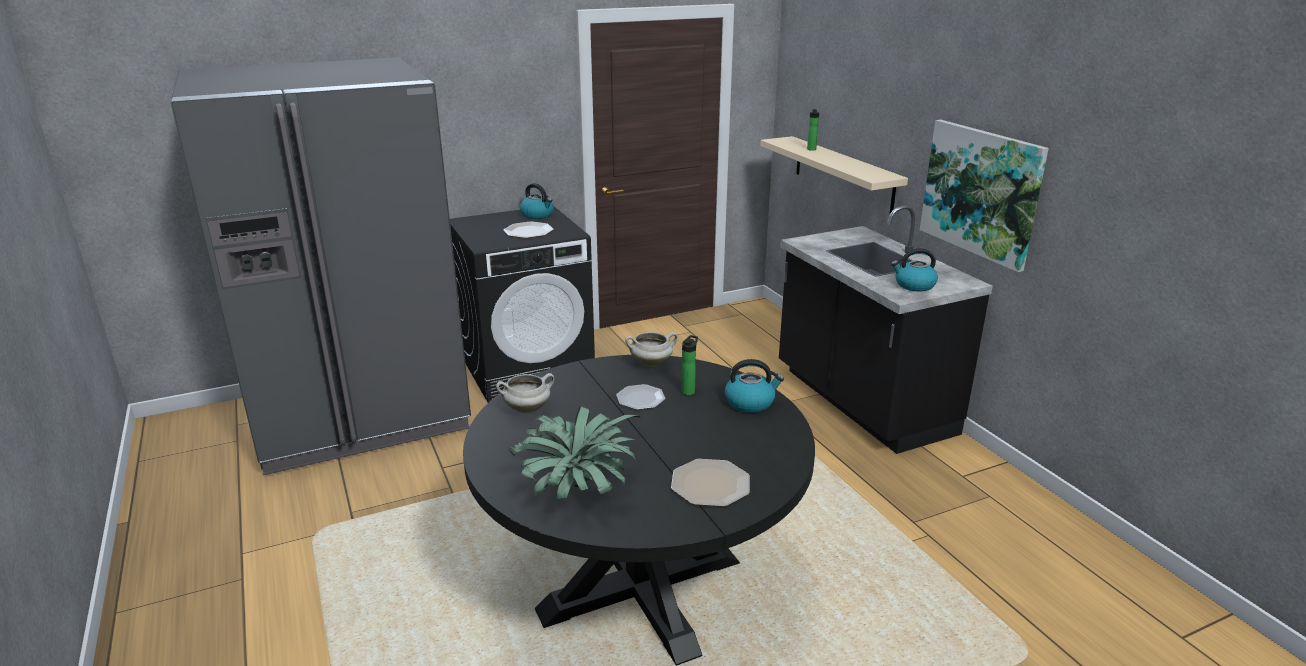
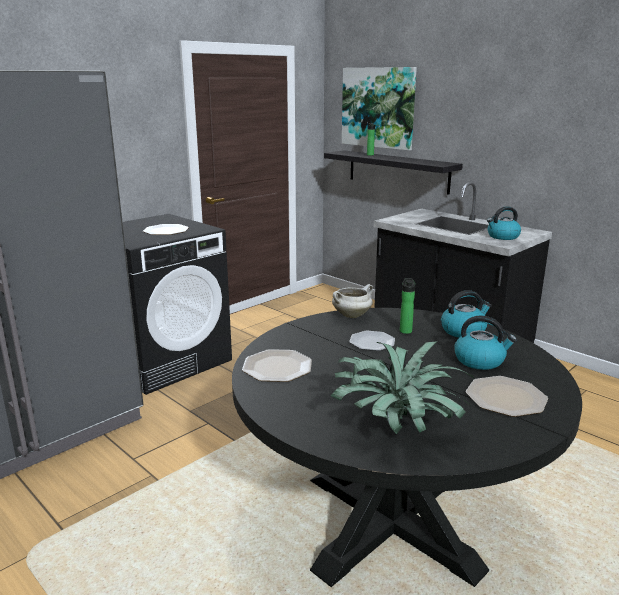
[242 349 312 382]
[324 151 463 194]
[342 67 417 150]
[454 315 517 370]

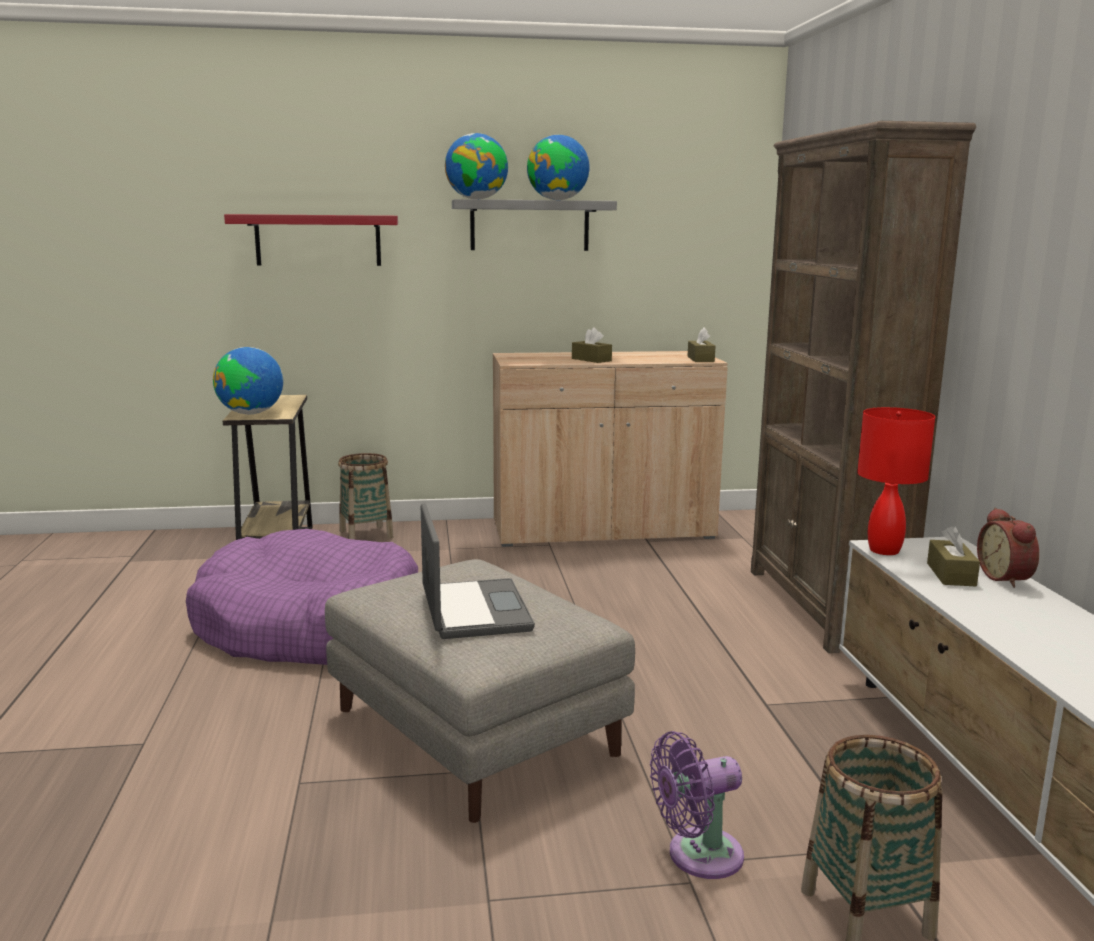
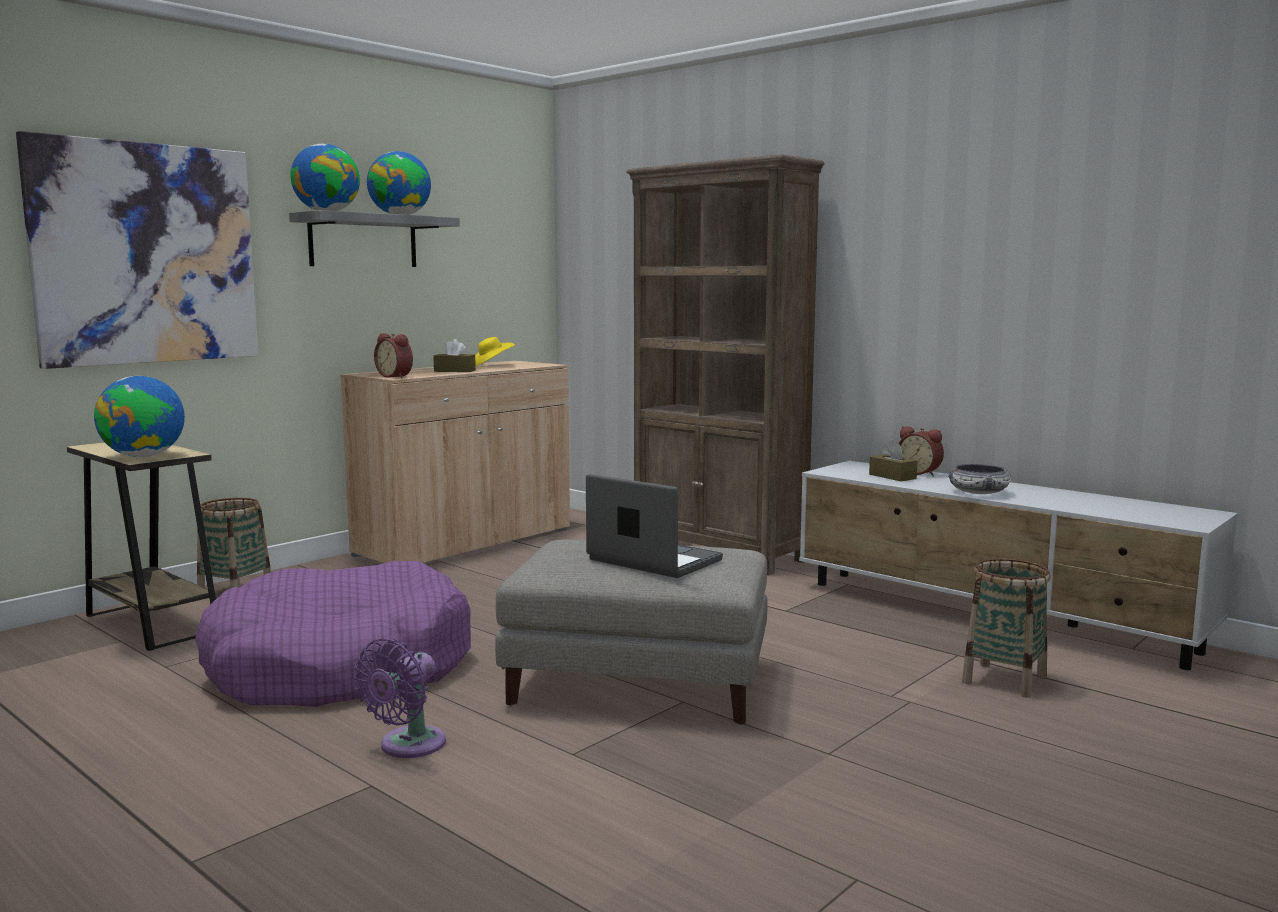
[16 131 259 369]
[354 639 446 758]
[374 333 413 378]
[475 337 515 366]
[948 464 1011 494]
[688 328 715 362] (first image)
[857 407 935 555] (first image)

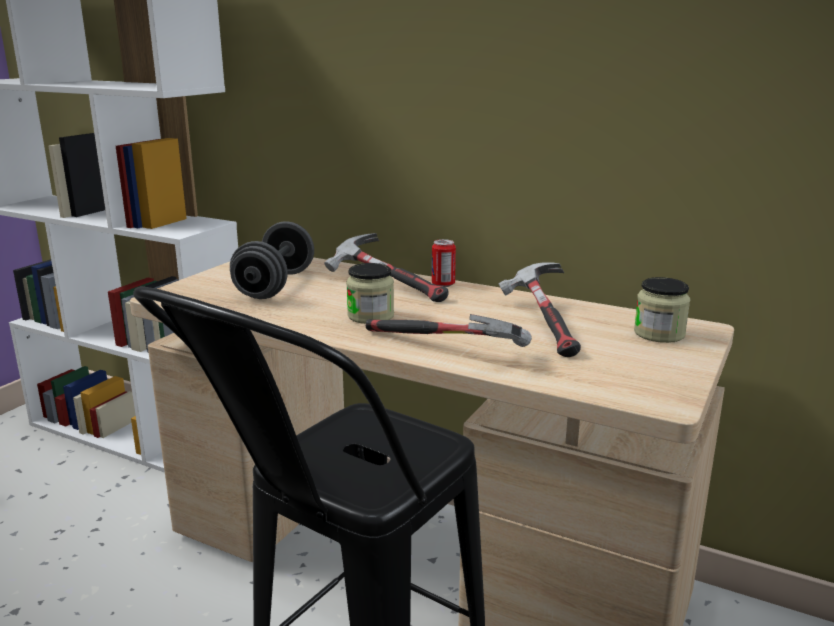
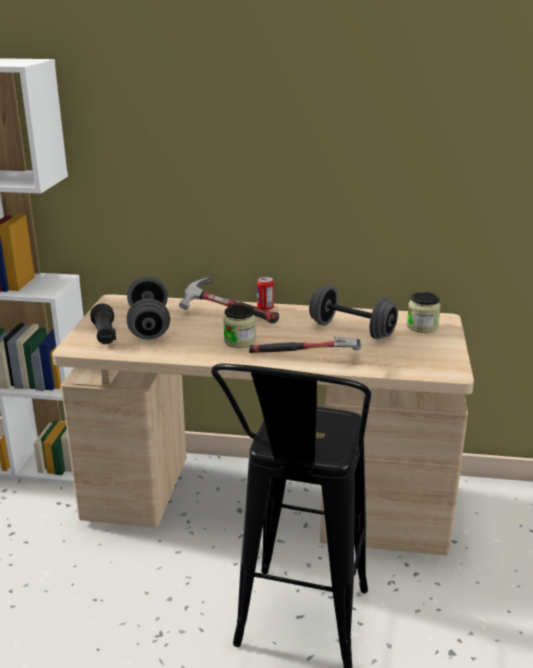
[90 304 116 344]
[309 285 398 339]

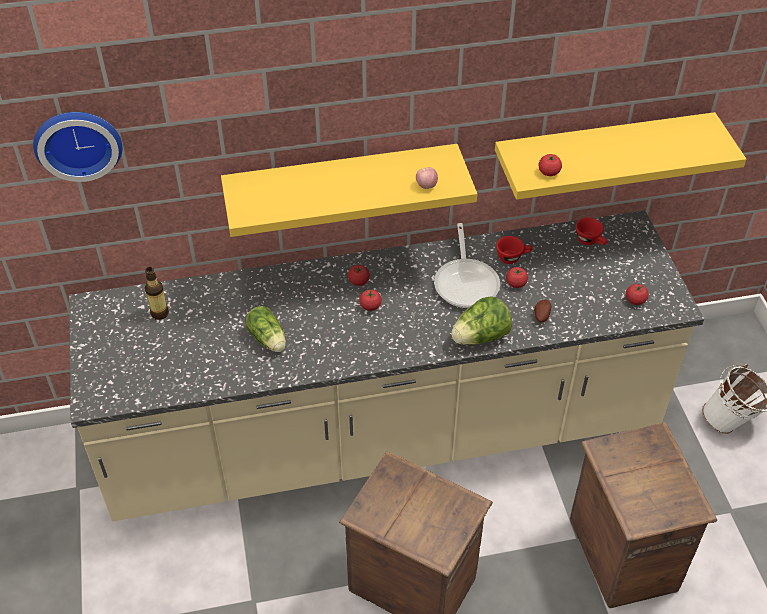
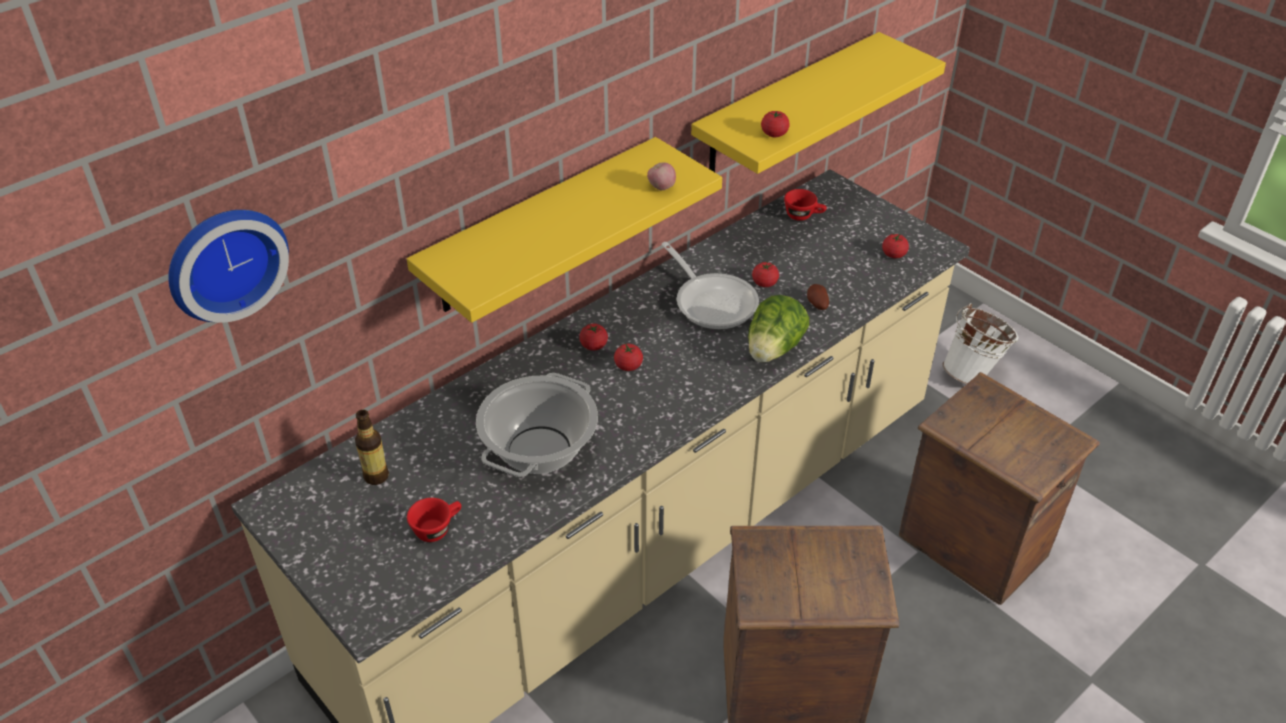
[407 498 461 542]
[476 373 598 477]

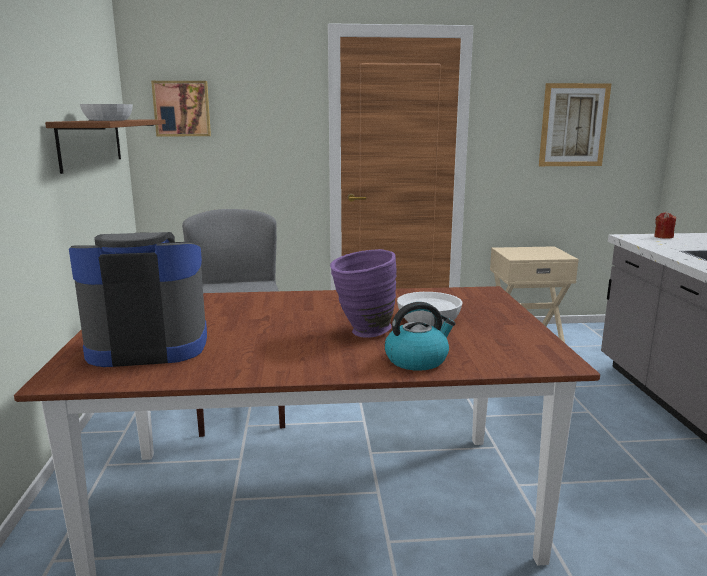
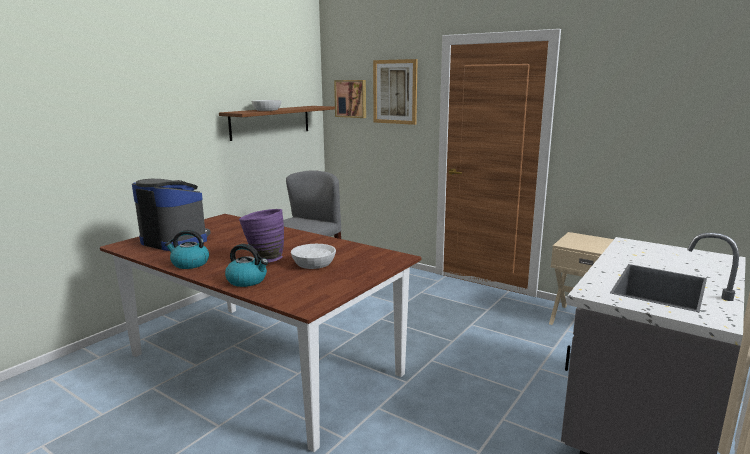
[165 230 209 269]
[373 59 418 125]
[654 212 676 239] (first image)

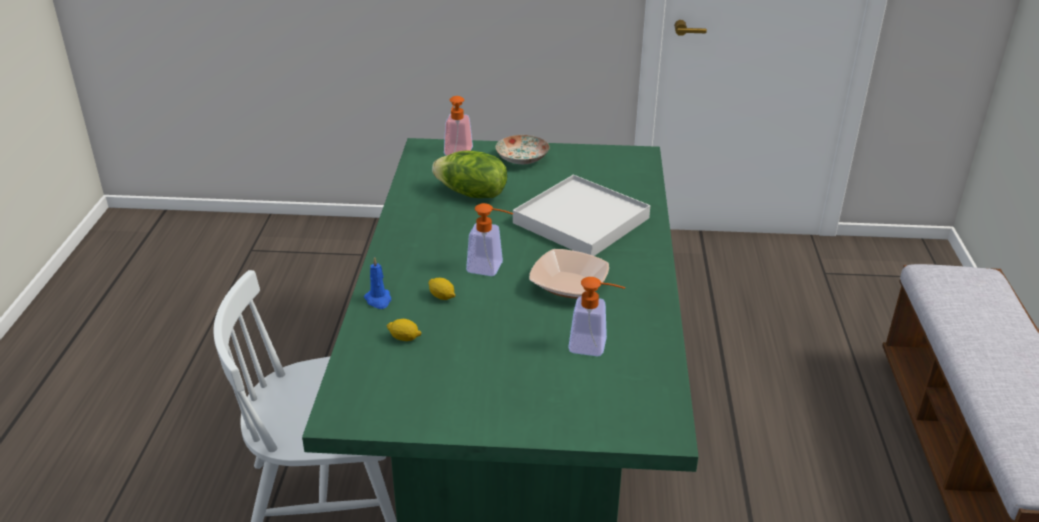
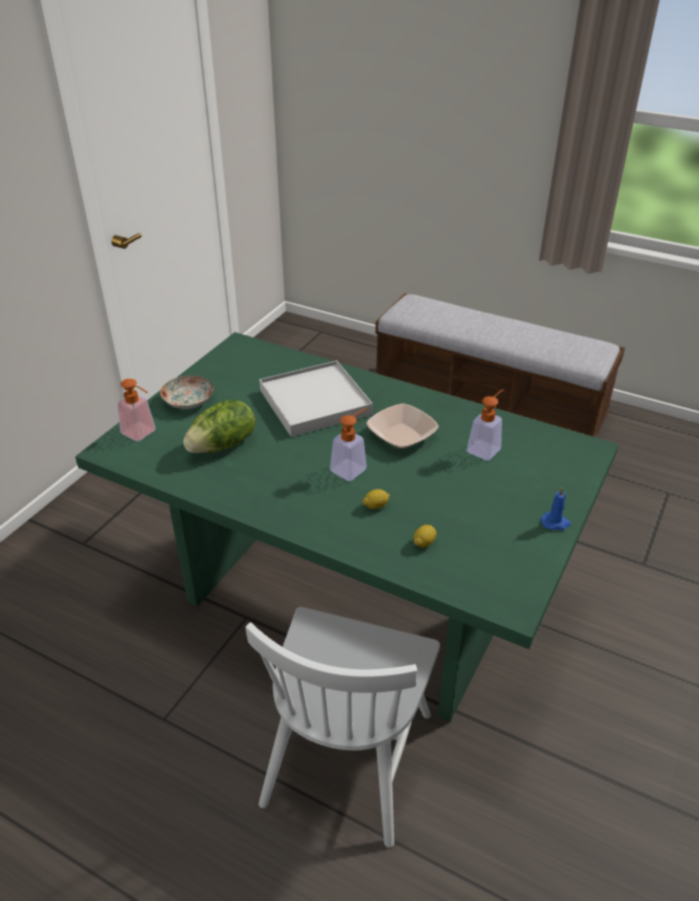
[541 487 571 530]

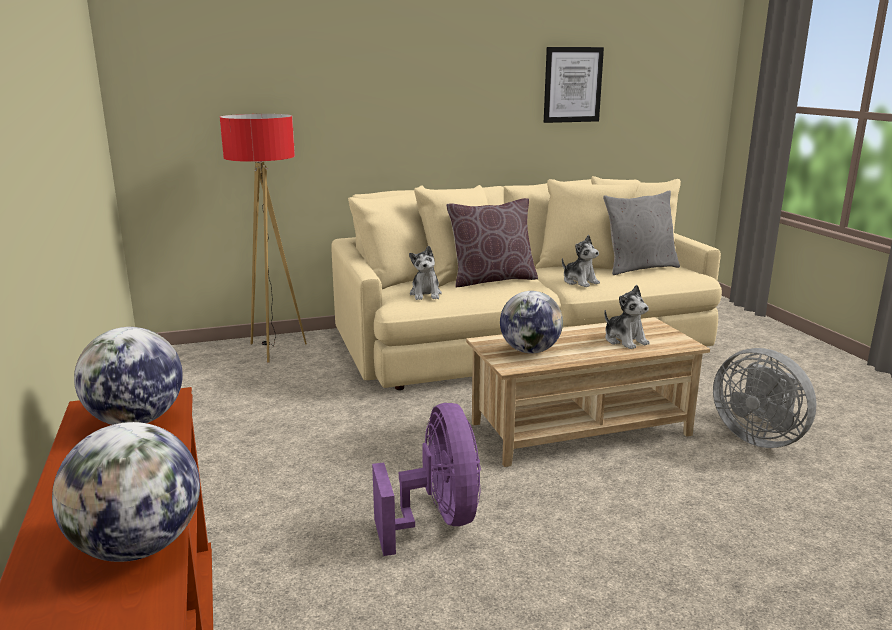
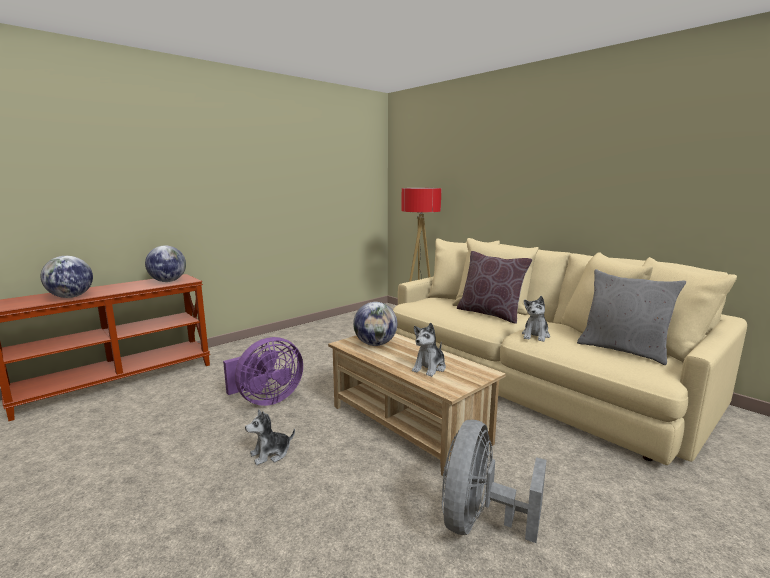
[245 409 295 465]
[544 47 604 123] (first image)

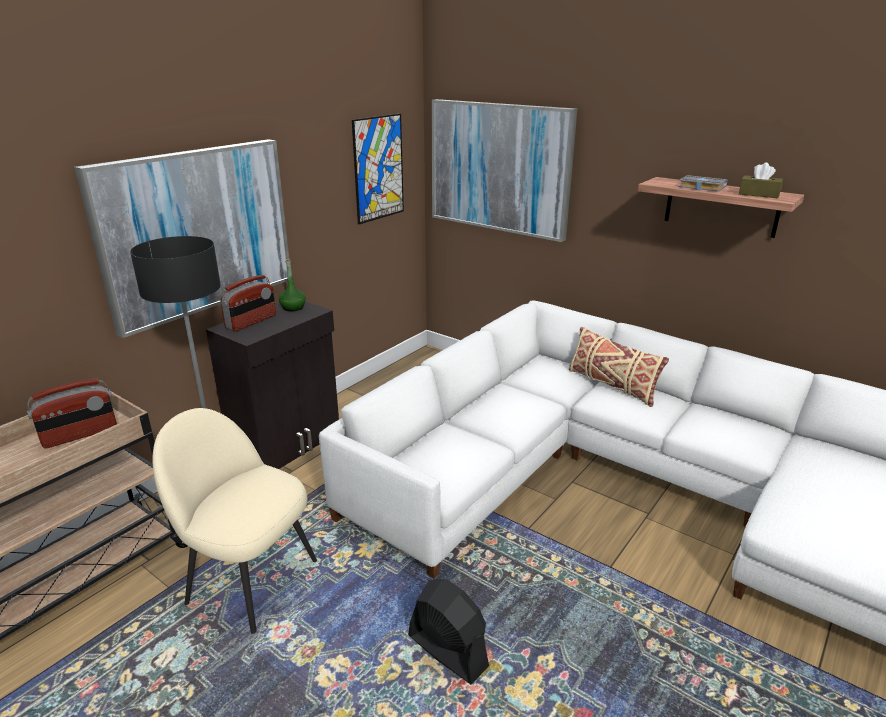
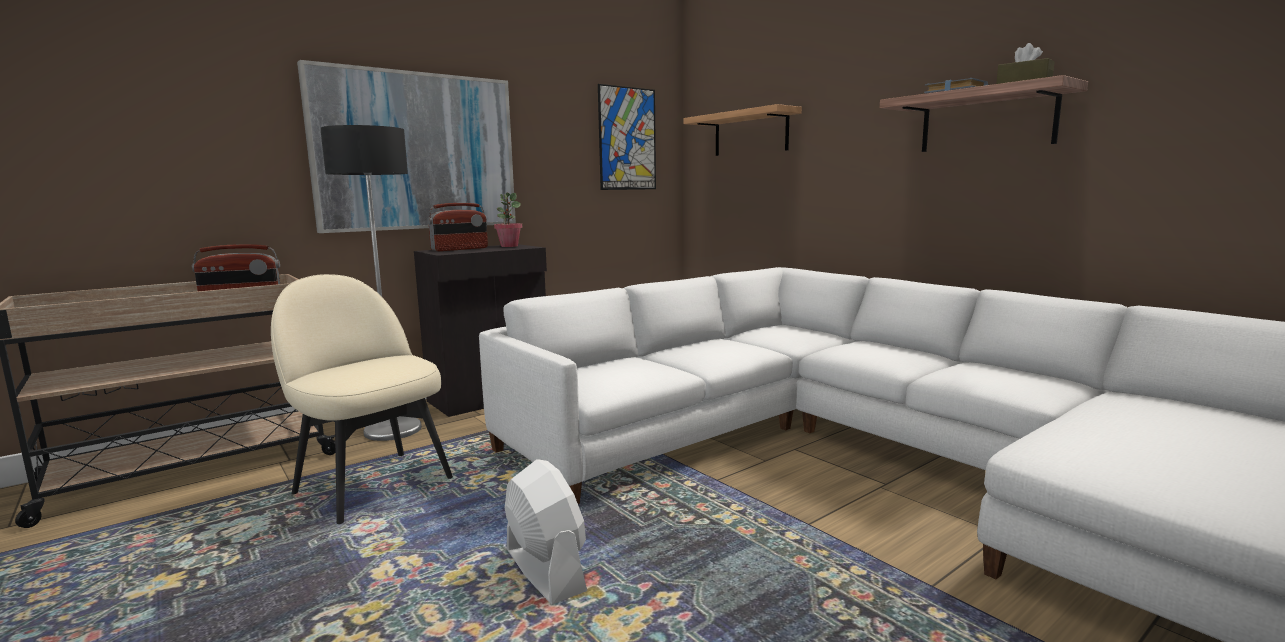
[494 193 522 247]
[505 459 587 605]
[683 104 802 156]
[569 327 669 407] (first image)

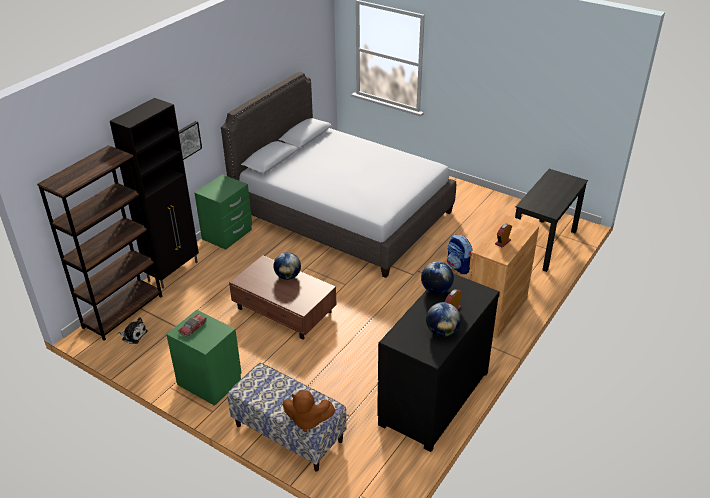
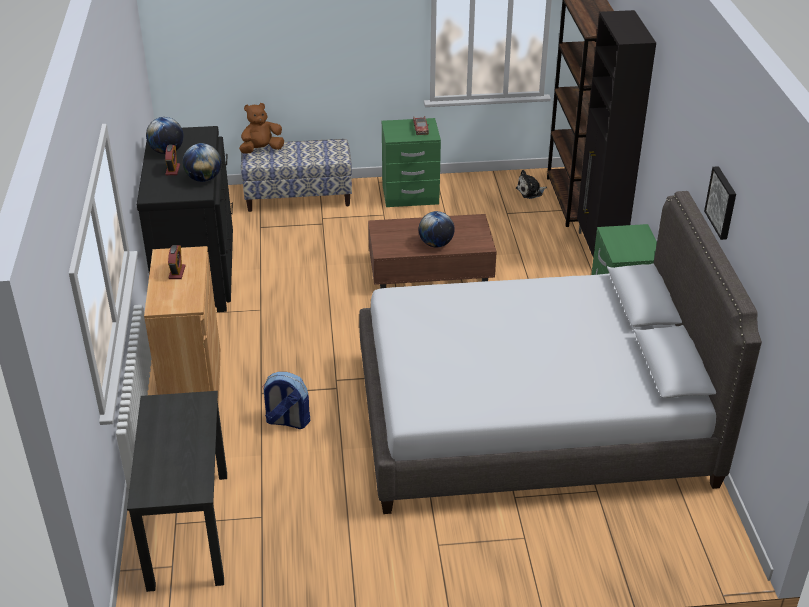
[704 166 736 240]

